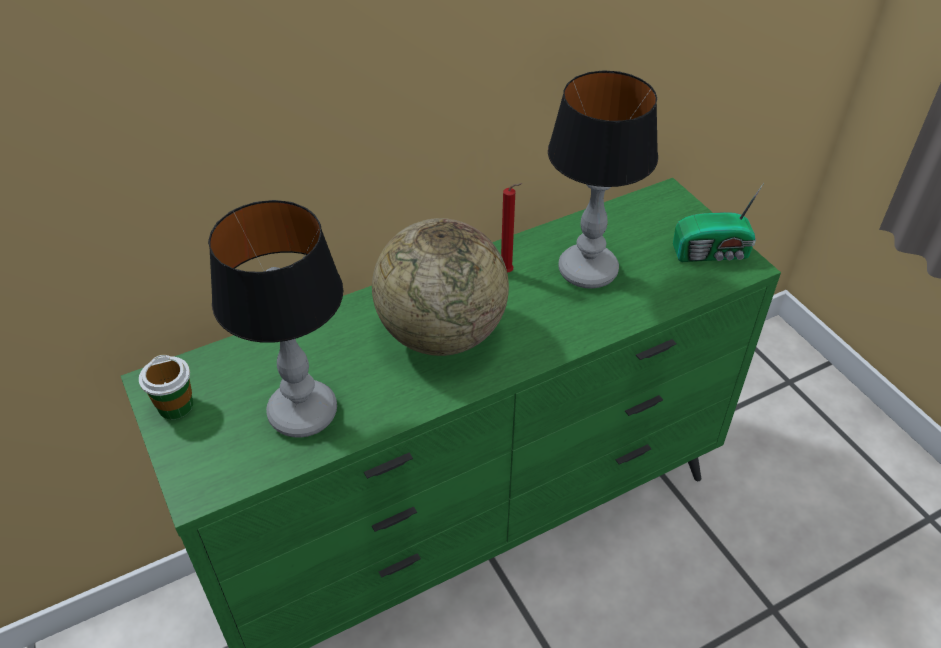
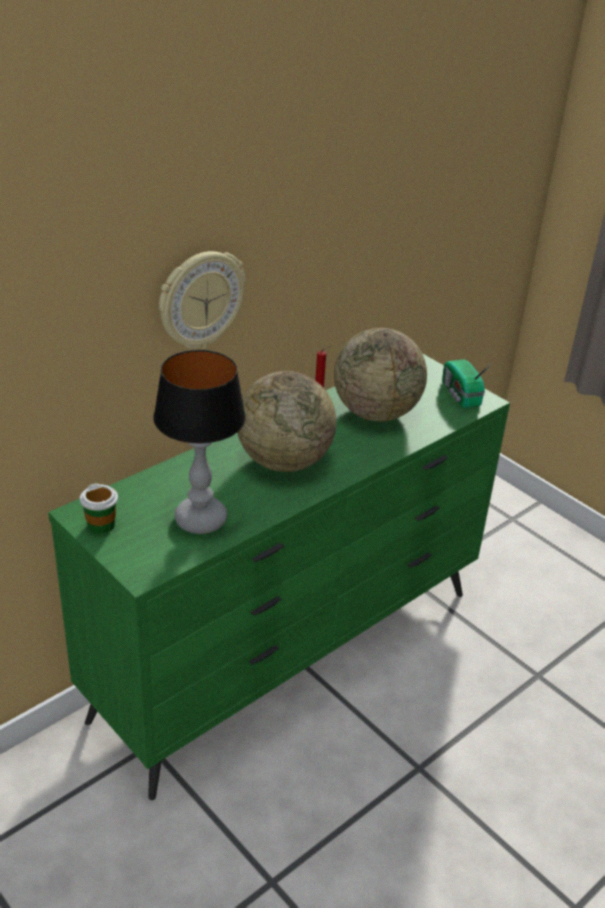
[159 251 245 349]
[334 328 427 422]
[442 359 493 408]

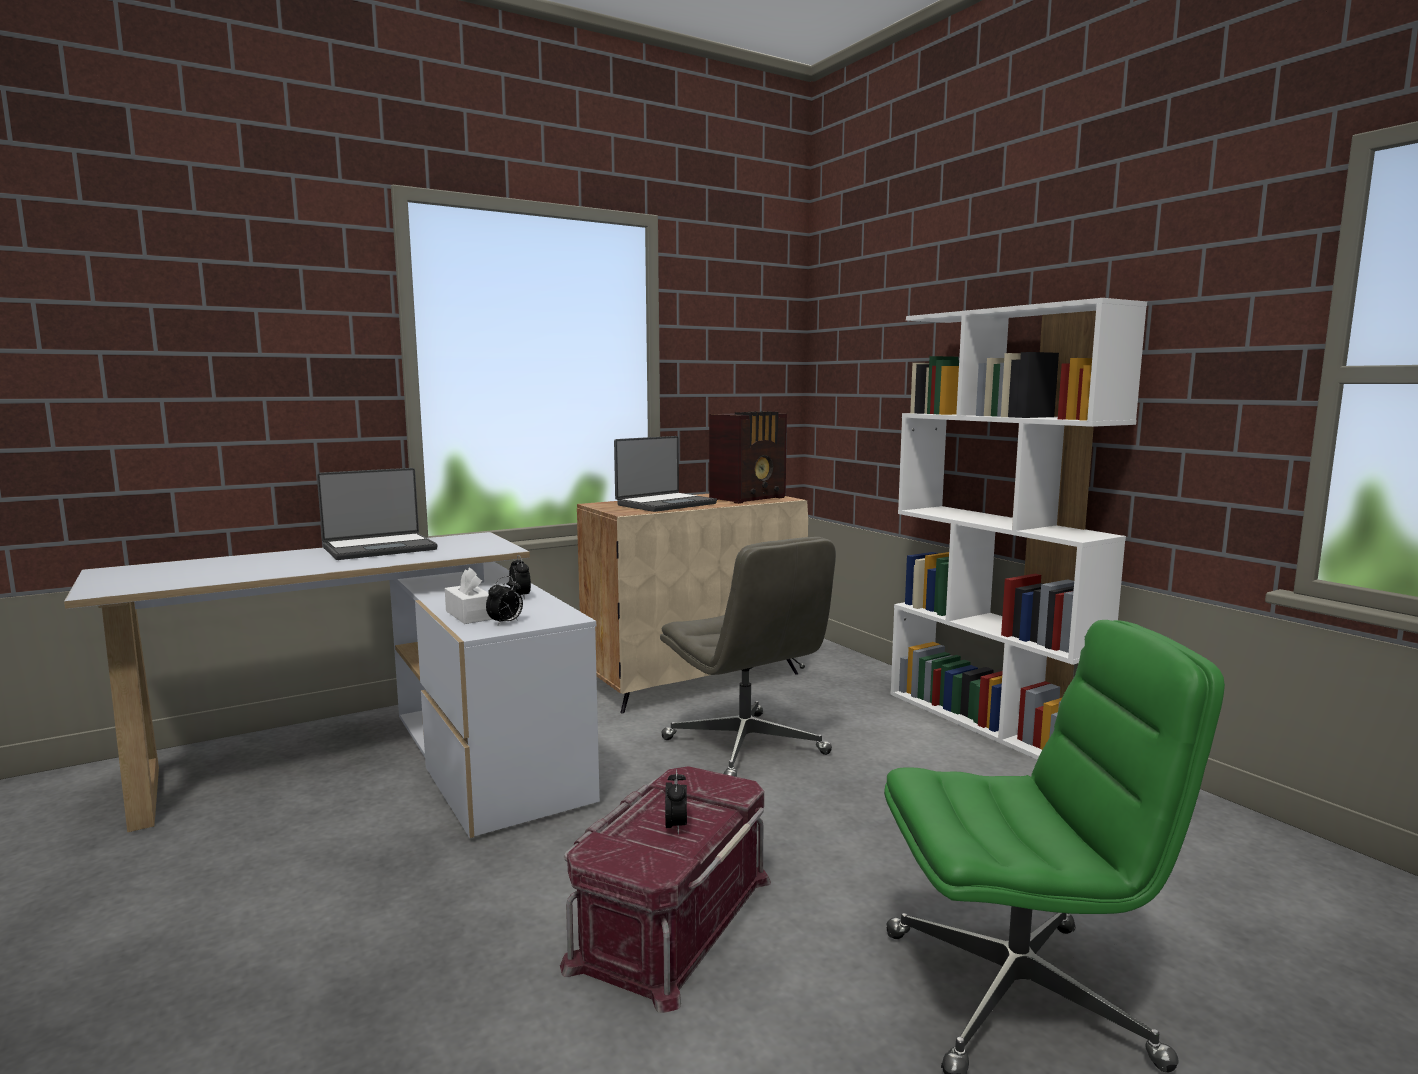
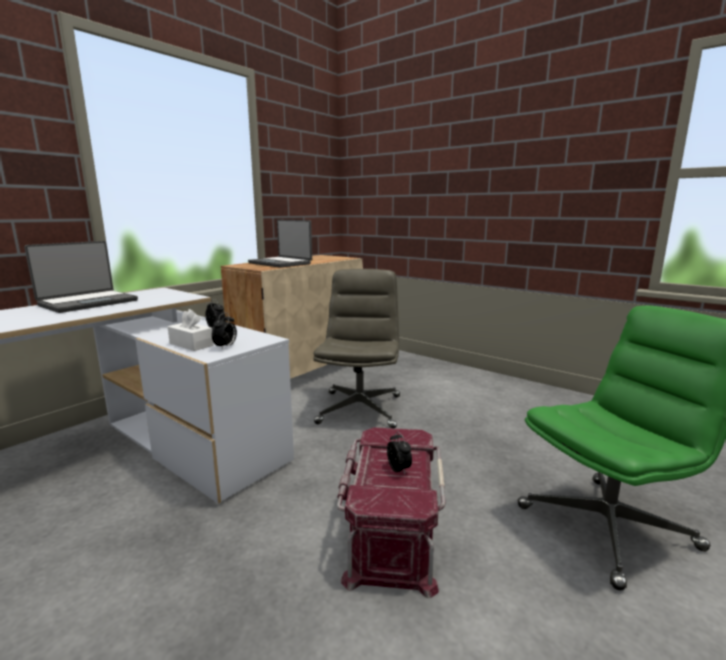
[248 220 312 268]
[313 269 400 428]
[709 411 787 504] (first image)
[890 298 1147 760] (first image)

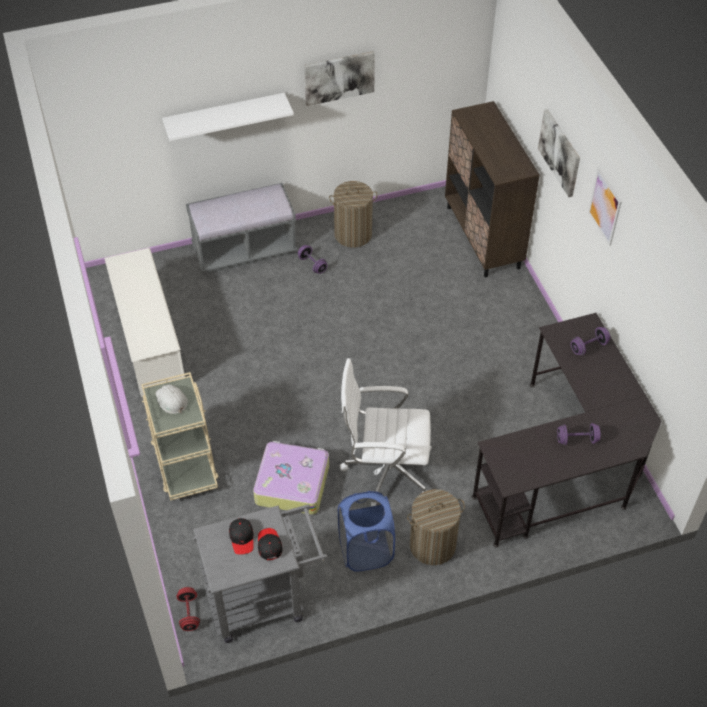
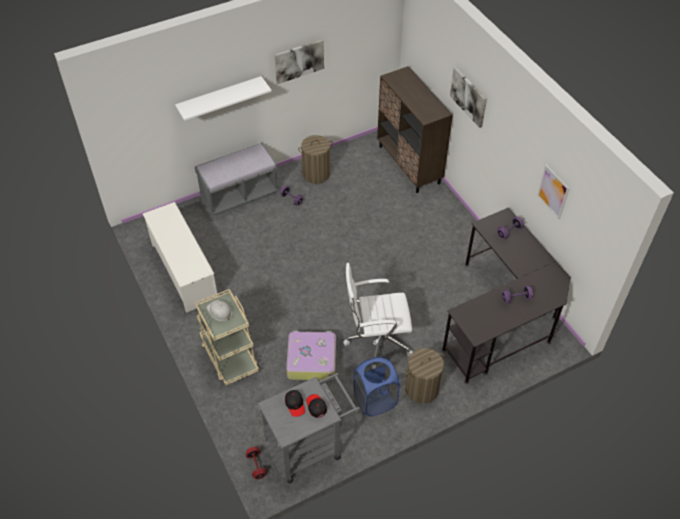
[537 165 569 219]

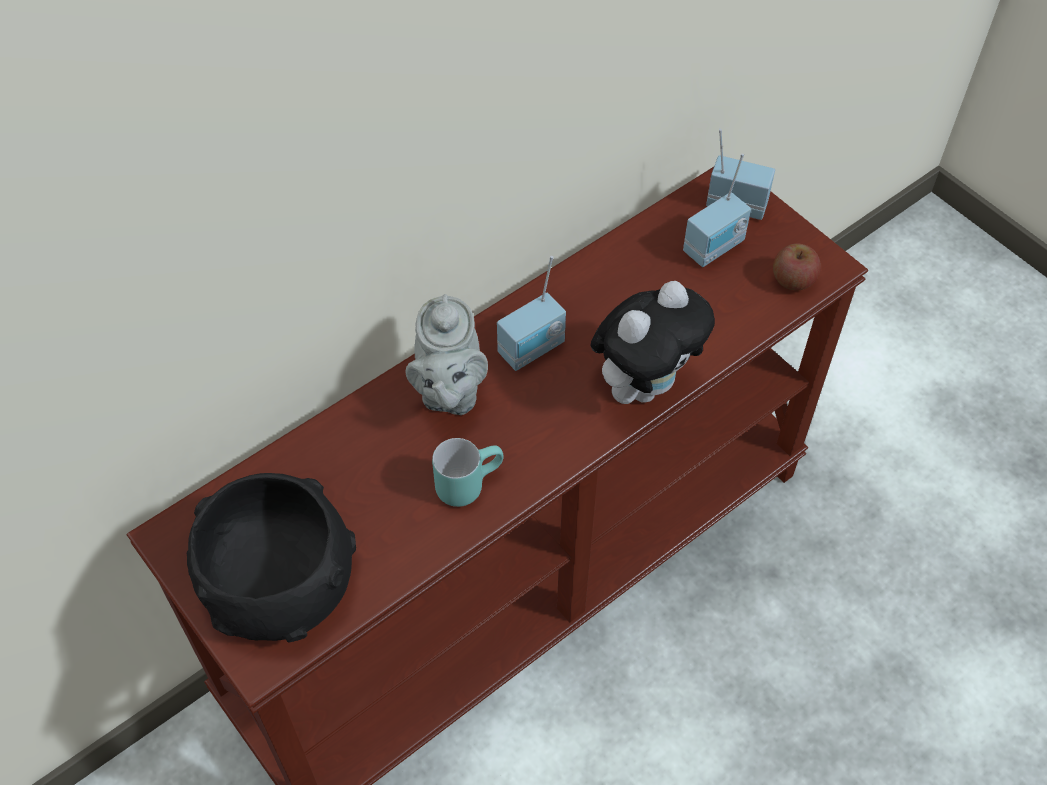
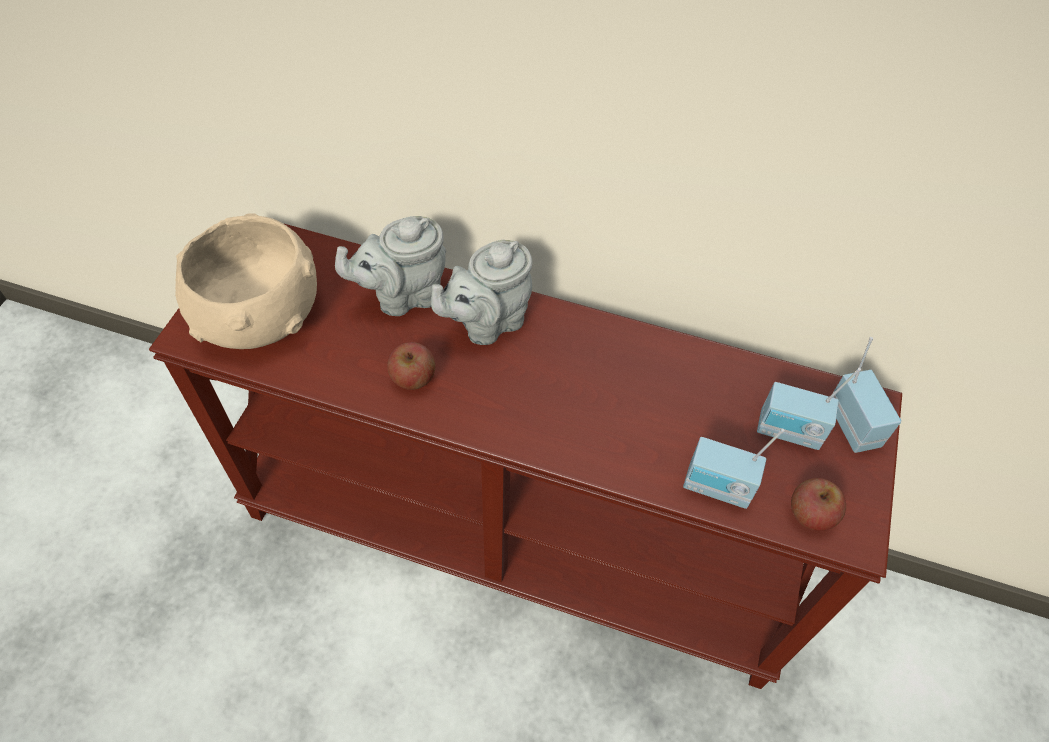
[175 213 317 349]
[335 216 446 316]
[387 342 435 390]
[683 429 785 509]
[590 281 715 404] (first image)

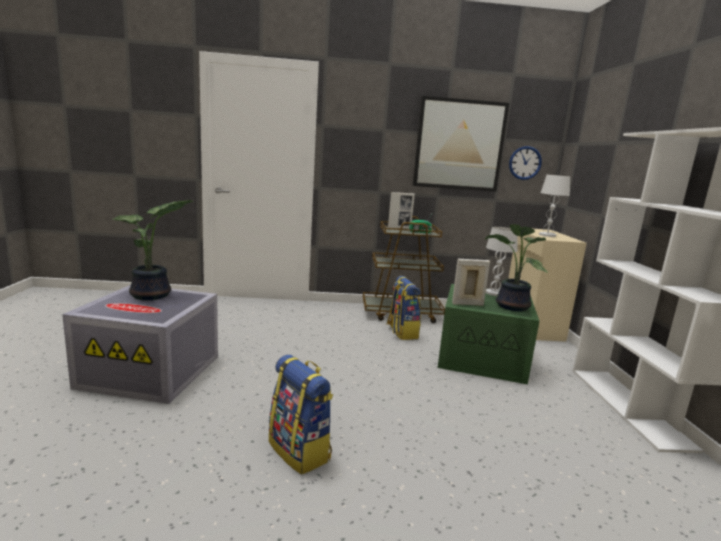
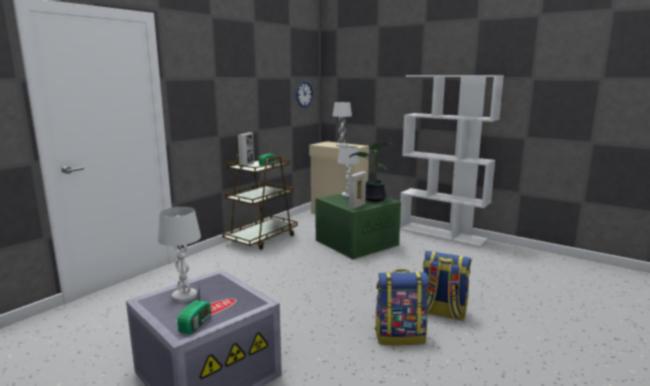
[158 207 201 302]
[177 286 211 334]
[423 251 471 321]
[413 96 509 192] (first image)

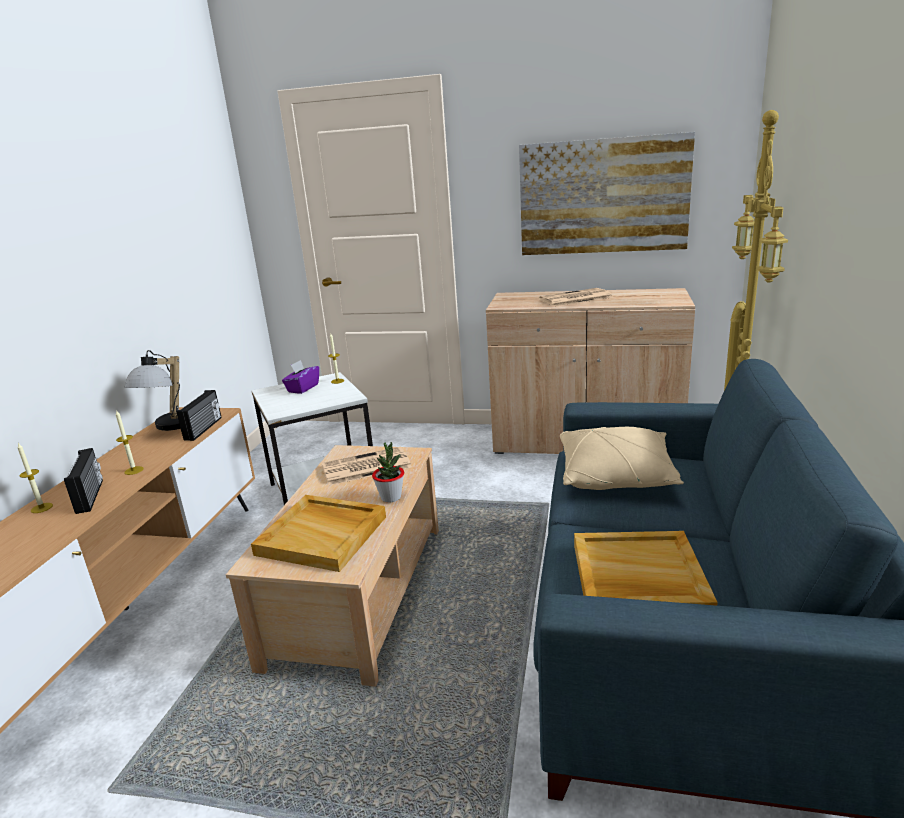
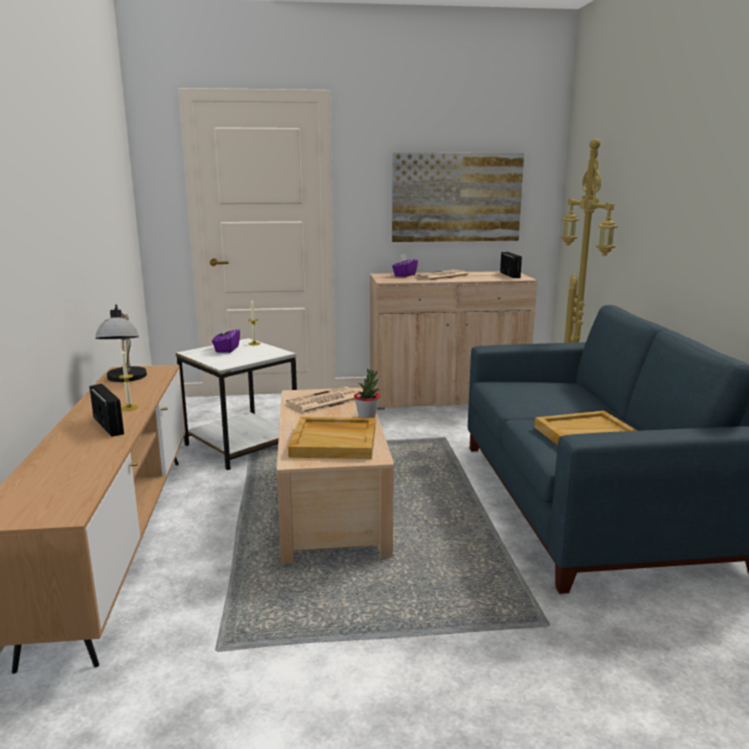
[392 253 418 277]
[500 252 522 278]
[17 443 53 513] (first image)
[560 427 684 490] (first image)

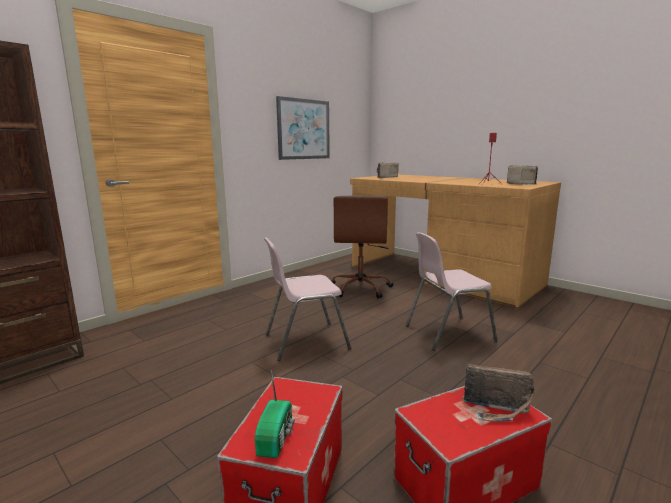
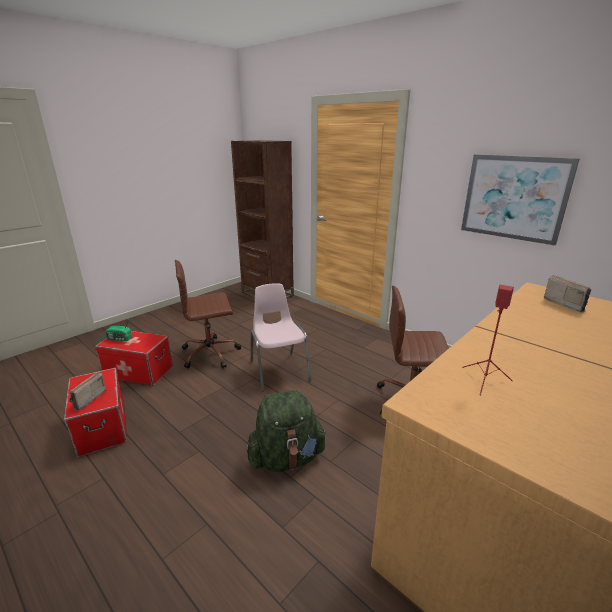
[175 260 241 369]
[247 389 326 472]
[507 165 538 185] (first image)

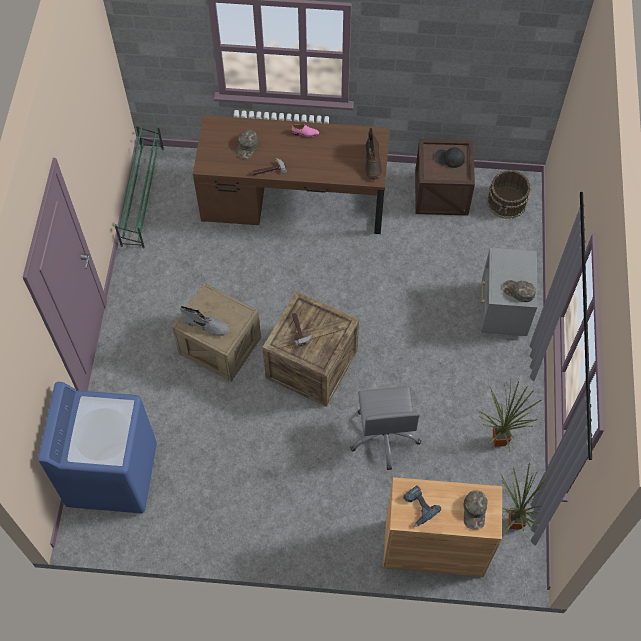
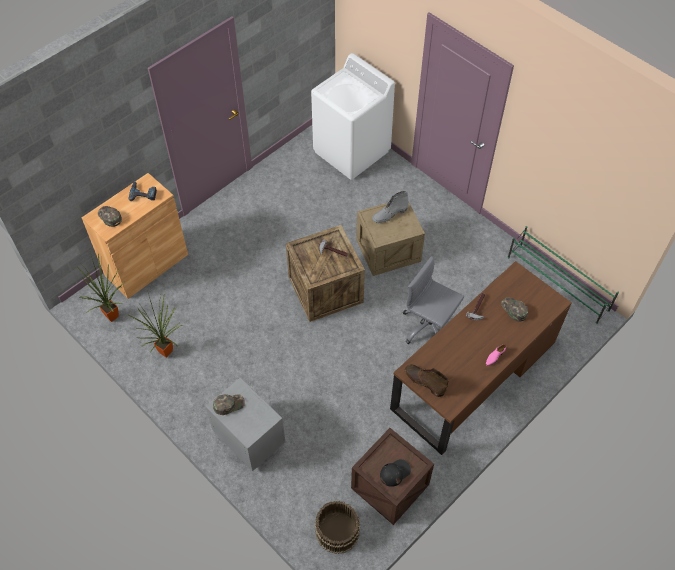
[311 53 395 180]
[403 256 464 344]

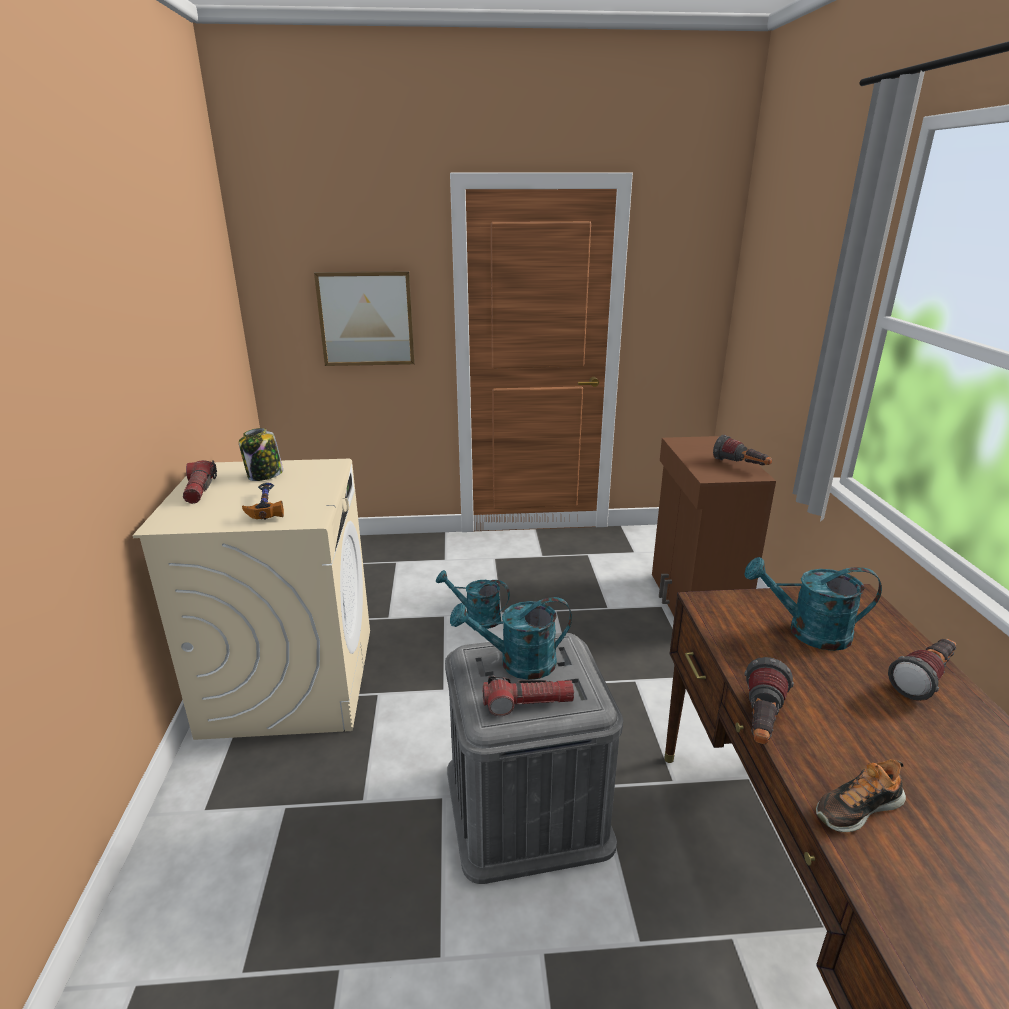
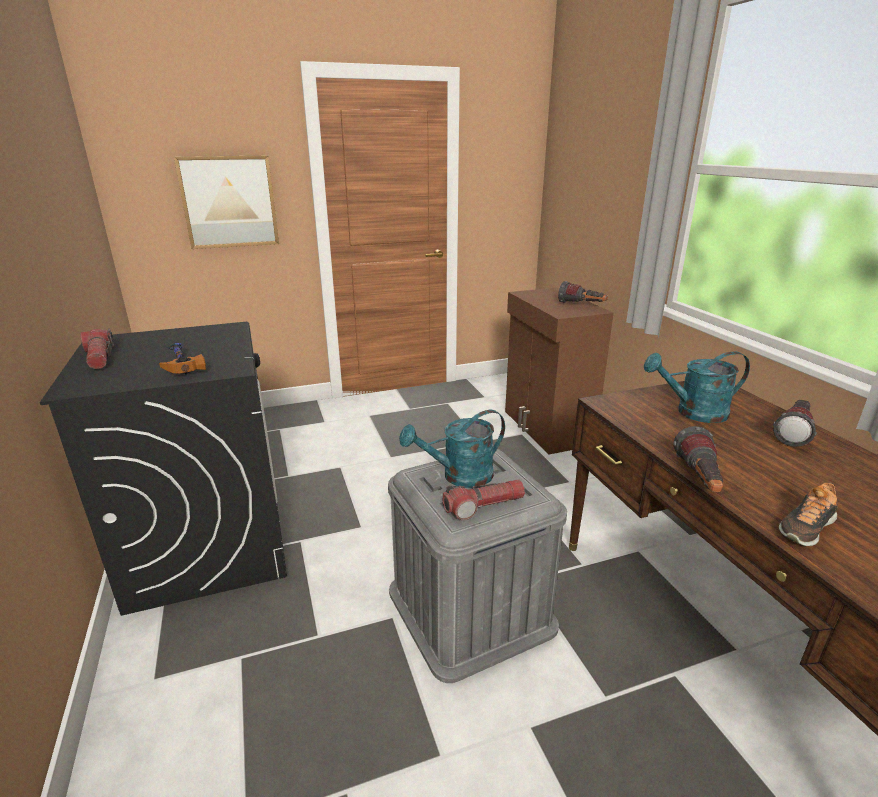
[40 322 287 616]
[239 428 283 481] (first image)
[436 570 510 629] (first image)

